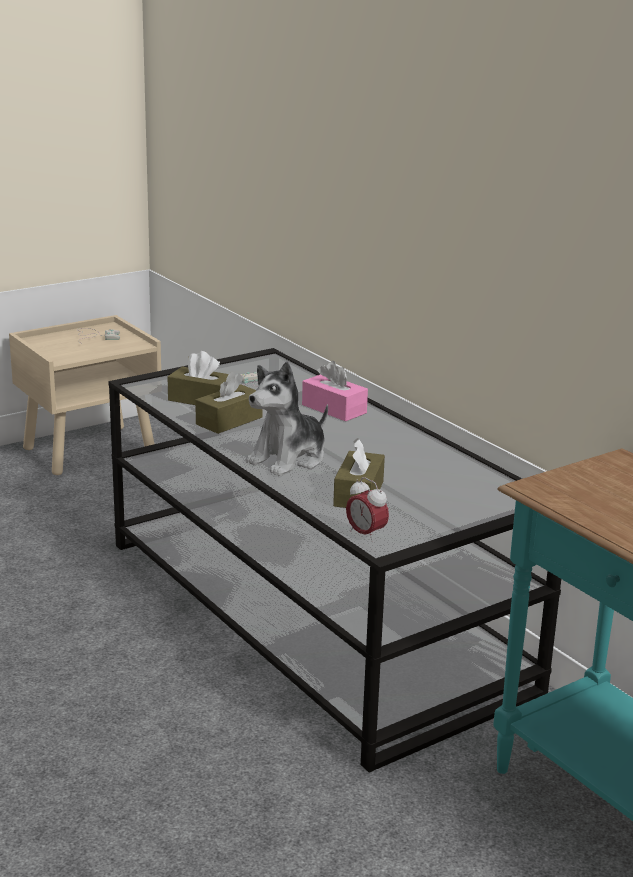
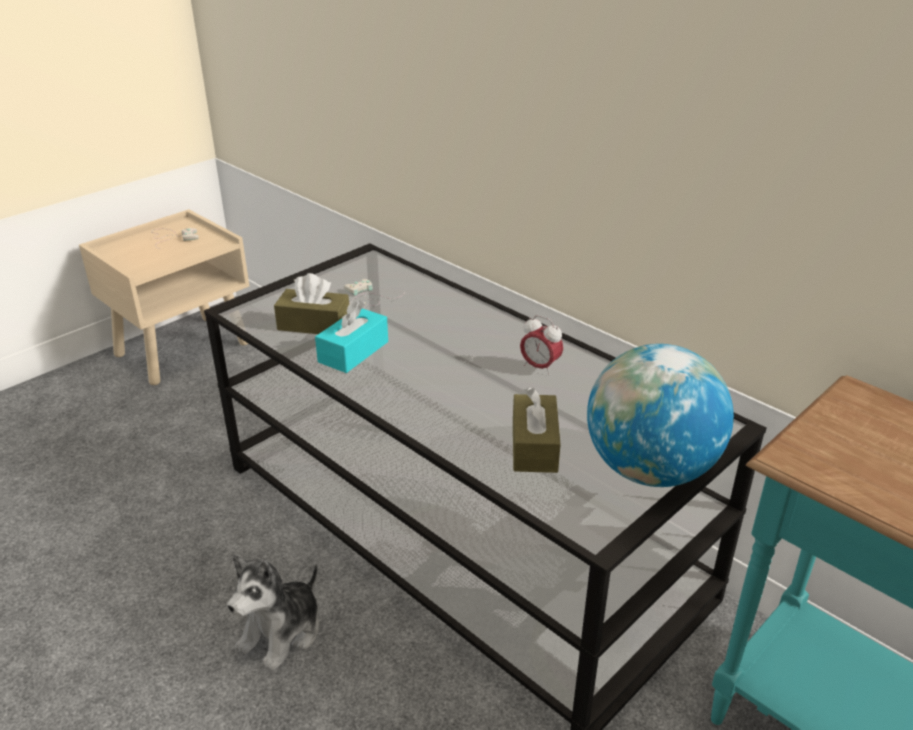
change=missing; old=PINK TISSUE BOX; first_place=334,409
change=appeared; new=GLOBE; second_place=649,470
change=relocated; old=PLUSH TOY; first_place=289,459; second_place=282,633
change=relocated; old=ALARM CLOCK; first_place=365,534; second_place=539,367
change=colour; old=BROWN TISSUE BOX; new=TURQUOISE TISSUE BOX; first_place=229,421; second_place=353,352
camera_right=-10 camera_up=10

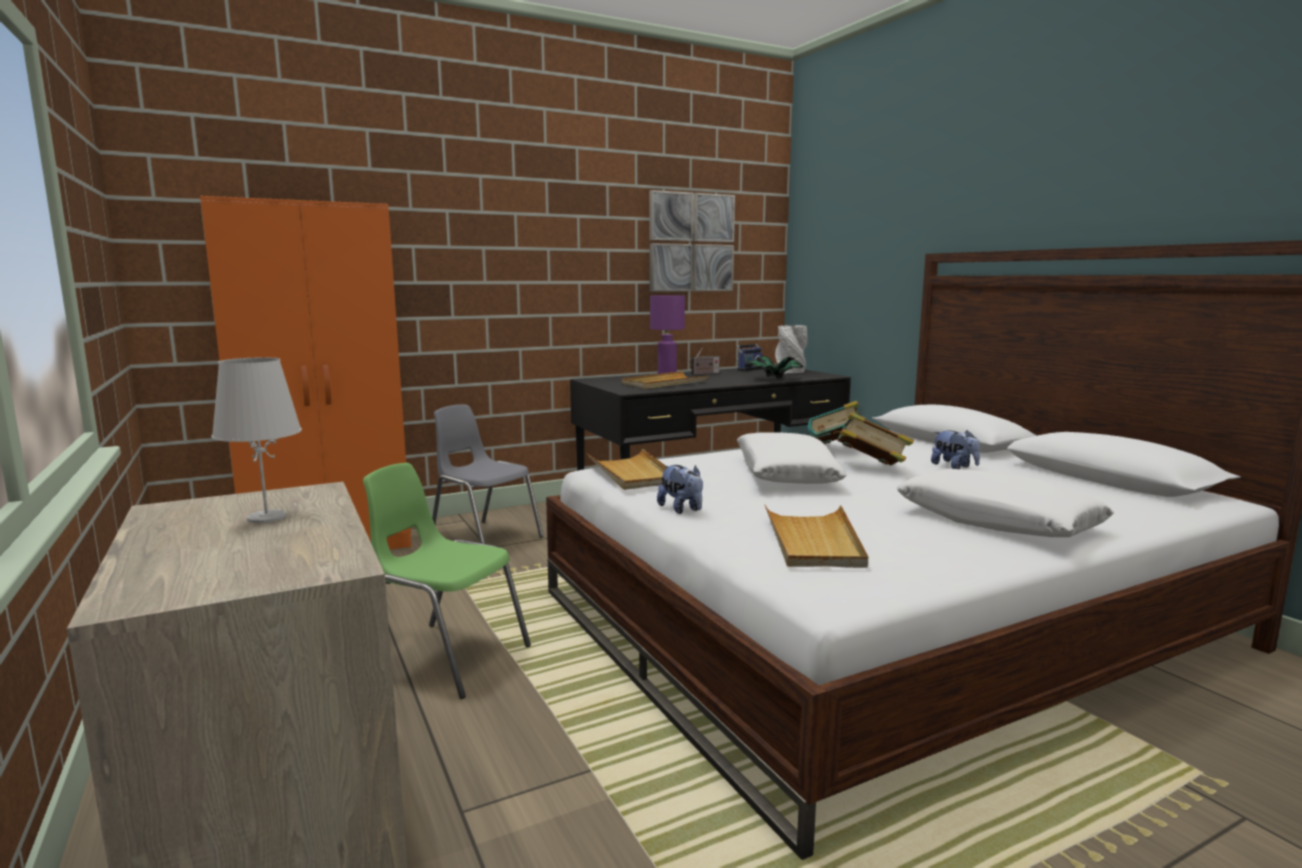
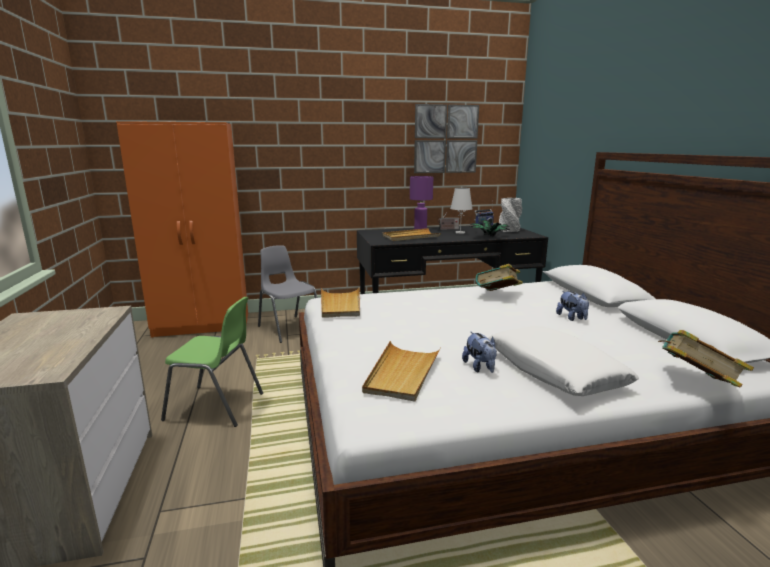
change=missing; old=WHITE PILLOW; first_place=785,473
change=relocated; old=WHITE TABLE LAMP; first_place=267,517; second_place=460,232
change=relocated; old=PLUSH TOY; first_place=682,509; second_place=480,368
change=relocated; old=BOOK; first_place=869,468; second_place=695,382
change=spun; old=GREEN CHAIR; first_place=445,656; second_place=216,406; degrees=150
camera_right=15 camera_up=5

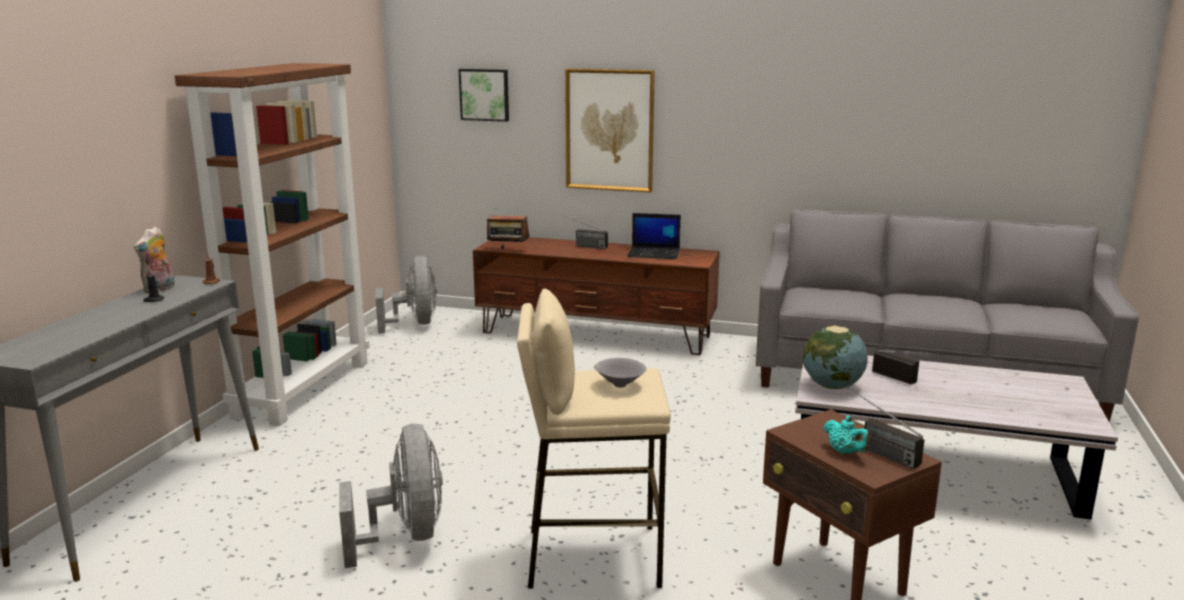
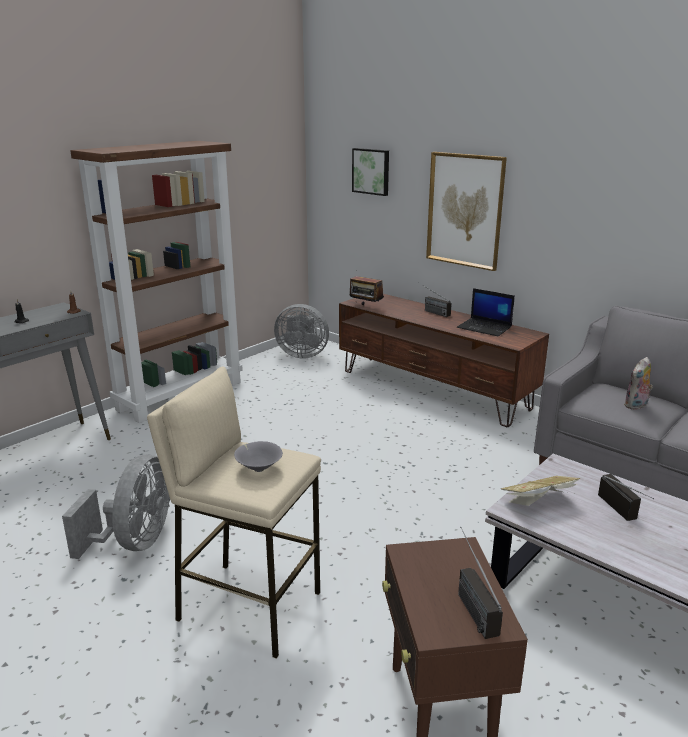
change=missing; old=TURQUOISE TEAPOT; first_place=845,452
change=relocated; old=PLUSH TOY; first_place=159,289; second_place=636,406
change=exchanged; old=GLOBE; new=BOOK; first_place=832,386; second_place=539,502
change=spun; old=GREY FAN; first_place=415,324; second_place=302,354; degrees=90
camera_right=25 camera_up=5

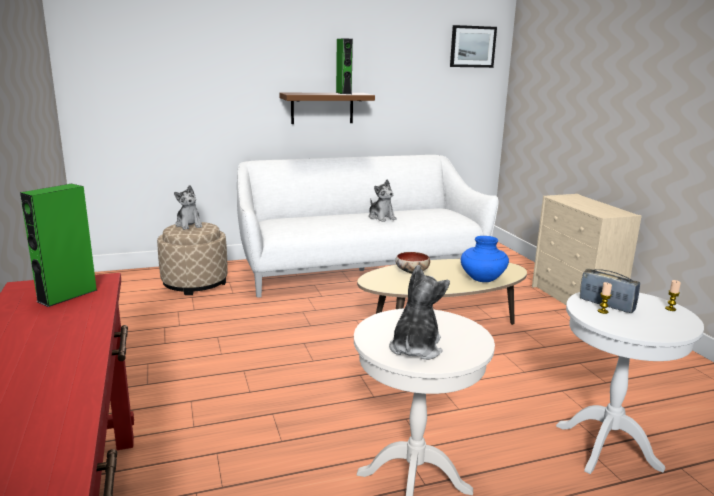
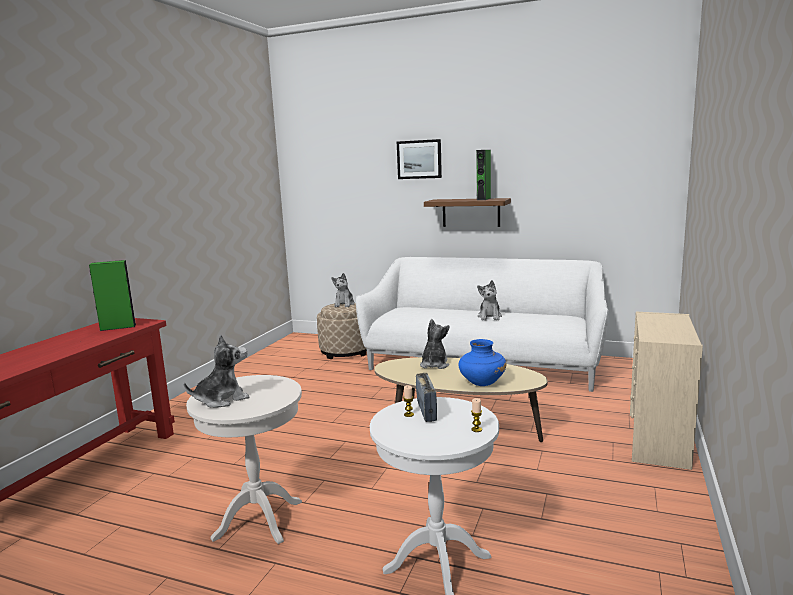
change=relocated; old=PICTURE; first_place=472,46; second_place=419,159
change=exchanged; old=BOWL; new=PLUSH TOY; first_place=411,272; second_place=434,365
camera_right=40 camera_up=-5

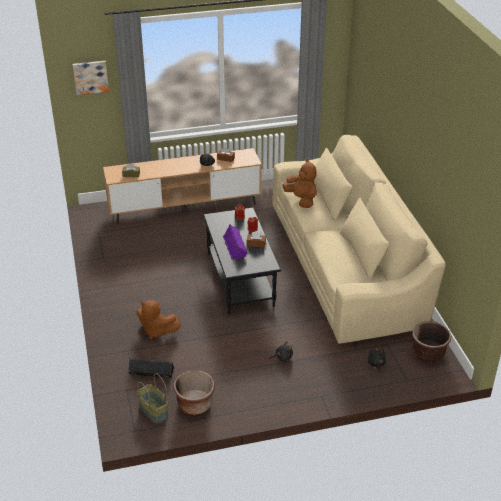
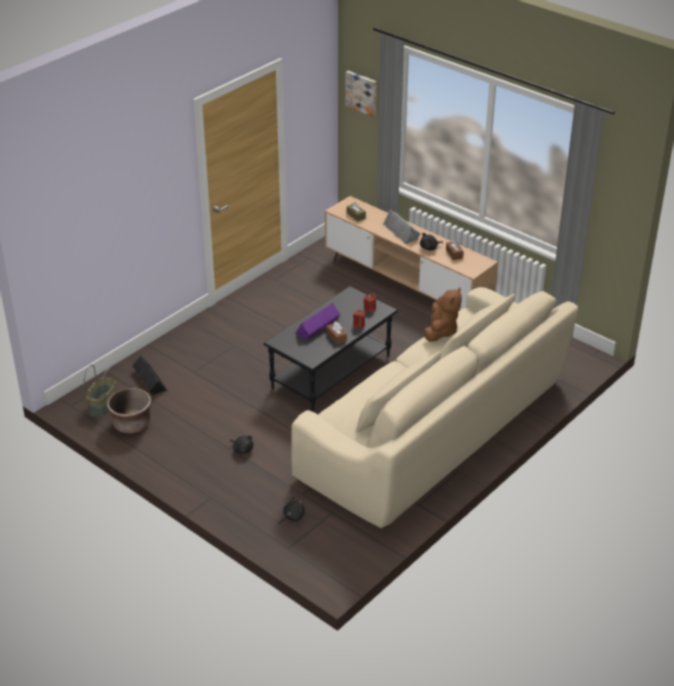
change=missing; old=BROWN PLUSH TOY; first_place=157,331
change=missing; old=BROWN PLANTER; first_place=428,353
change=appeared; new=GREY SPEAKER; second_place=402,231
camera_right=55 camera_up=0

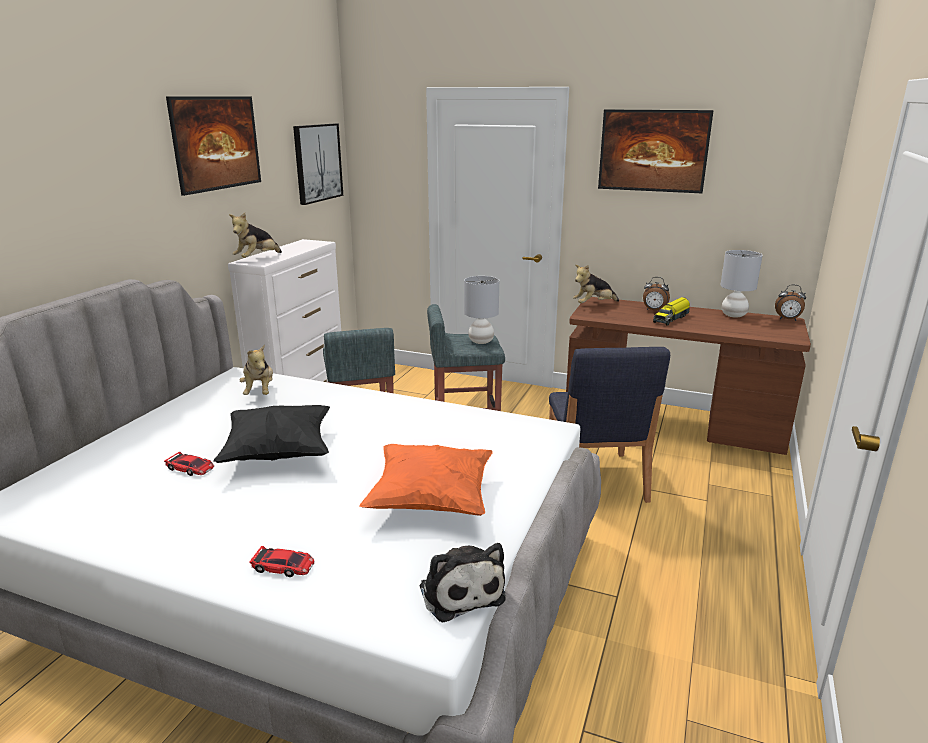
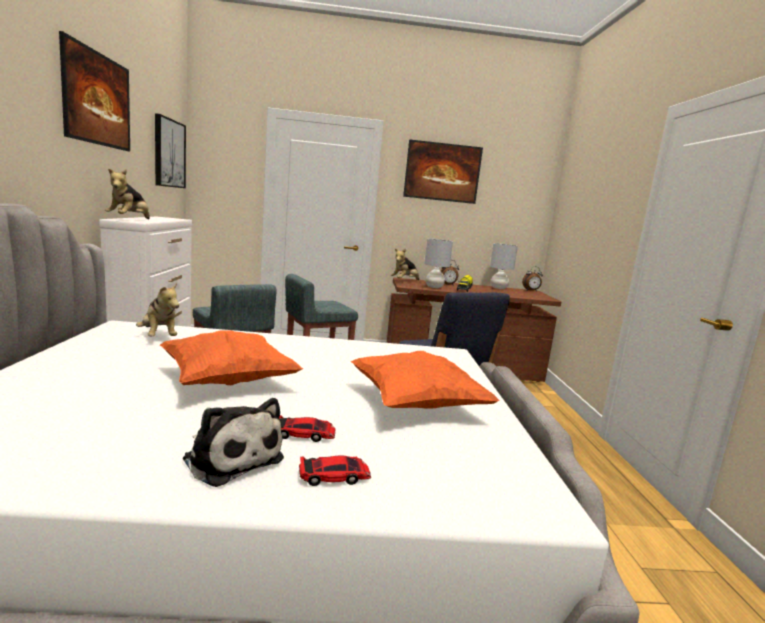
change=relocated; old=TOY CAR; first_place=190,468; second_place=304,434
change=relocated; old=PLUSH TOY; first_place=460,591; second_place=231,458
change=relocated; old=GREY TABLE LAMP; first_place=481,341; second_place=434,287
change=colour; old=BLACK PILLOW; new=ORANGE PILLOW; first_place=279,453; second_place=228,381
camera_right=-25 camera_up=-10

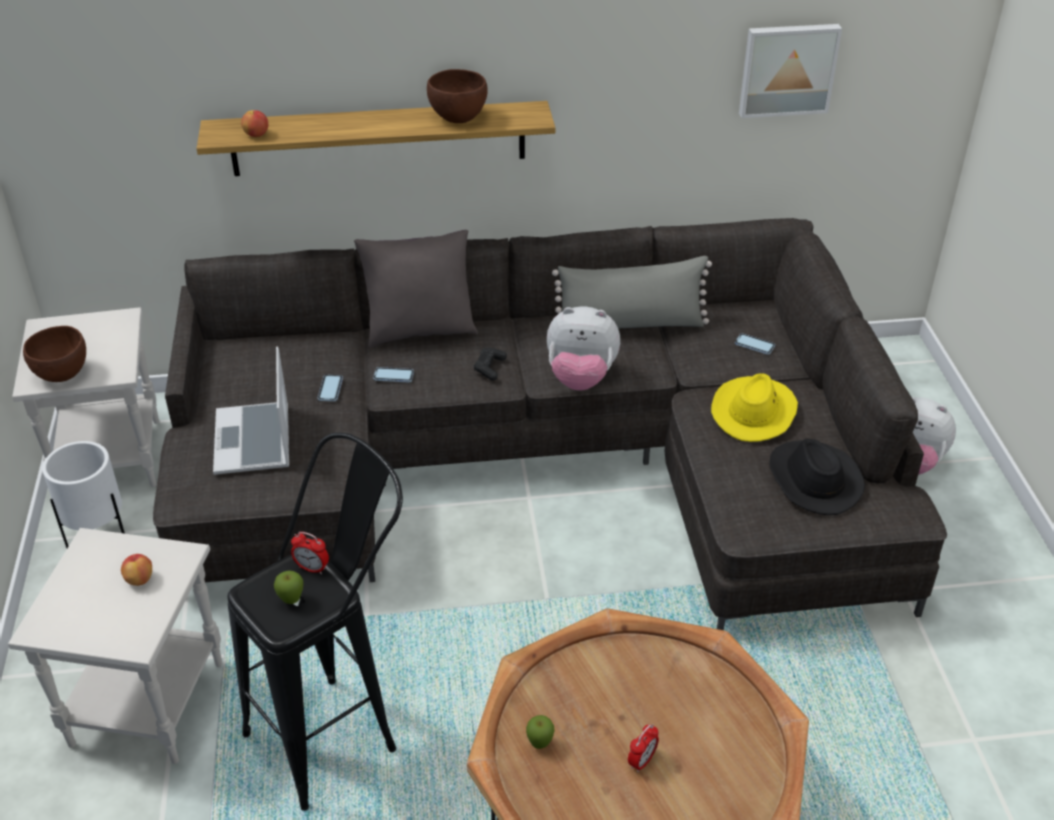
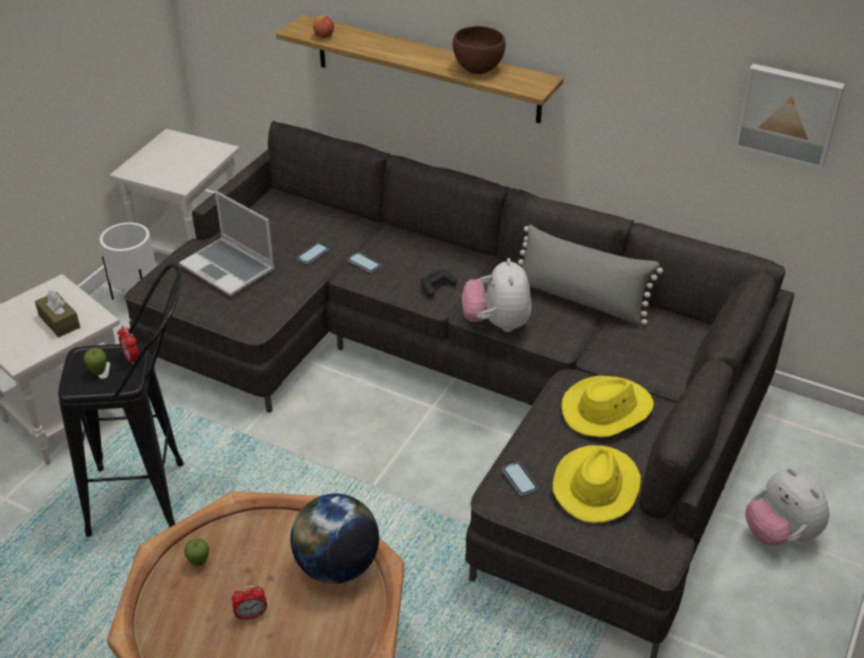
change=missing; old=BROWN BOWL; first_place=62,374
change=missing; old=GREY PILLOW; first_place=420,331
change=appeared; new=GLOBE; second_place=337,566
change=relocated; old=PHONE; first_place=754,345; second_place=519,479
change=exchanged; old=APPLE; new=BROWN TISSUE BOX; first_place=139,579; second_place=59,321
change=colour; old=BLACK HAT; new=YELLOW HAT; first_place=812,480; second_place=596,485
change=spun; old=LAPTOP; first_place=254,441; second_place=229,268; degrees=-75
change=spun; old=PLUSH TOY; first_place=581,378; second_place=497,323; degrees=45
camera_right=35 camera_up=0

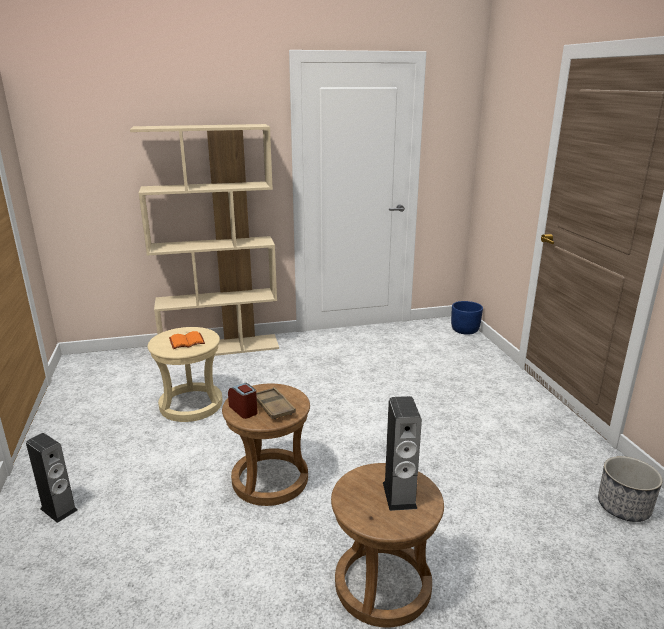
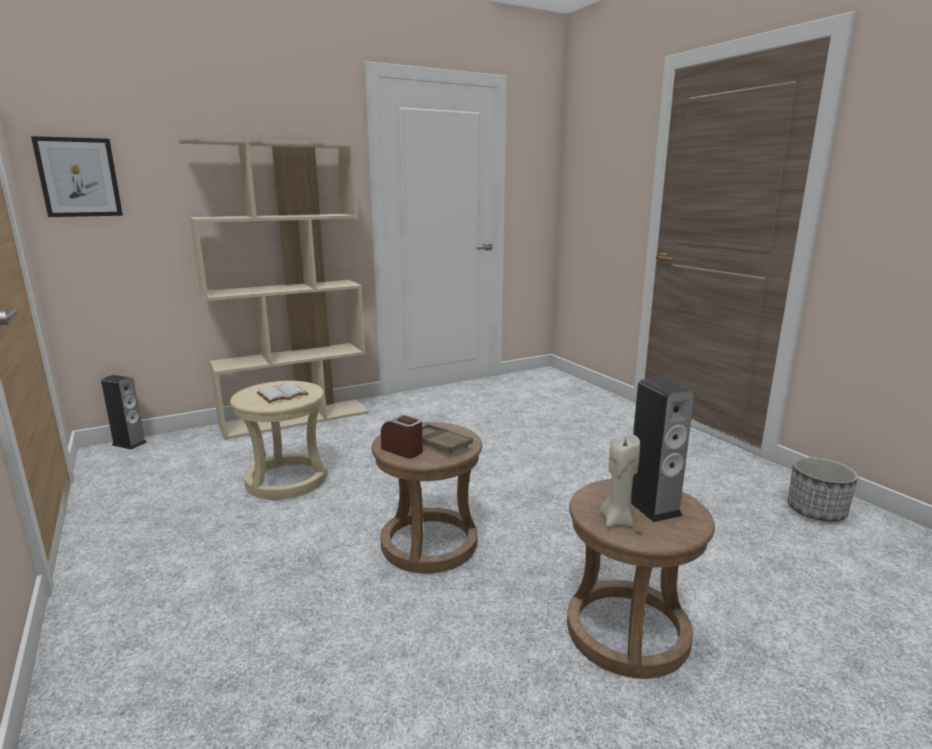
change=missing; old=BLUE PLANTER; first_place=465,330
change=appeared; new=PICTURE; second_place=79,177
change=appeared; new=BEIGE CANDLE; second_place=617,520
change=relocated; old=SPEAKER; first_place=59,509; second_place=129,443
change=colour; old=ORANGE BOOK; new=WHITE BOOK; first_place=186,342; second_place=282,395
camera_right=-15 camera_up=-5

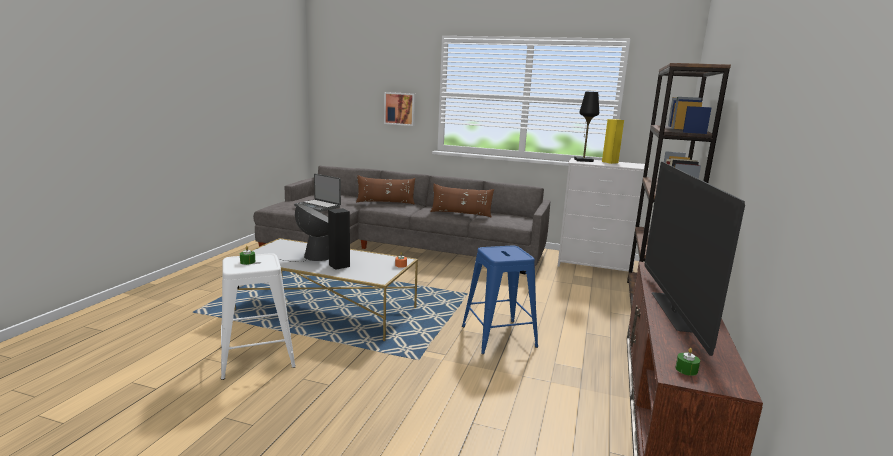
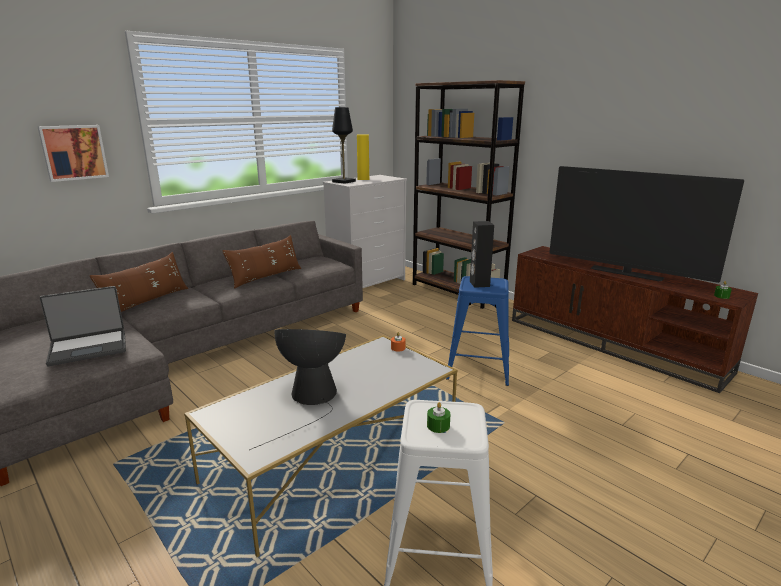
change=relocated; old=BLACK SPEAKER; first_place=339,266; second_place=479,284
camera_right=-60 camera_up=5

